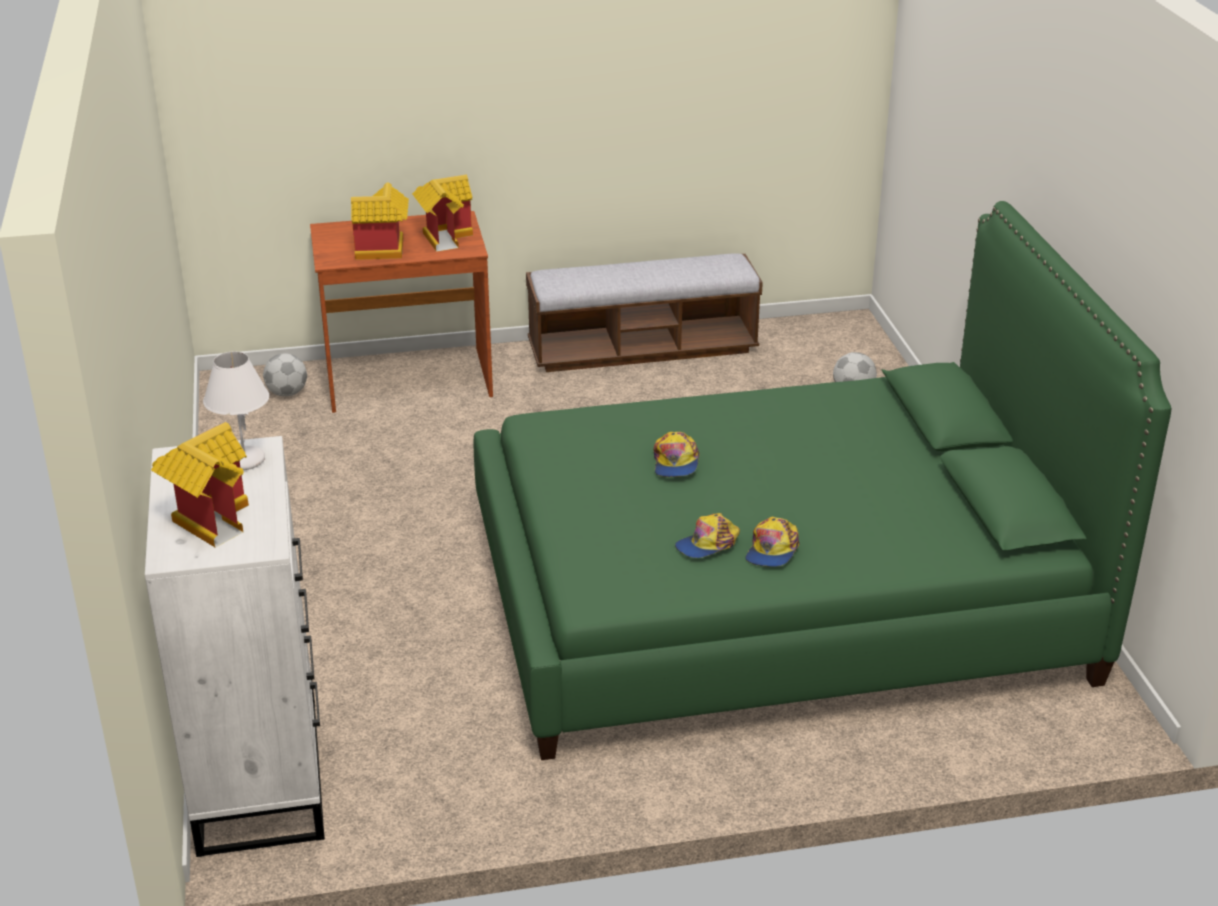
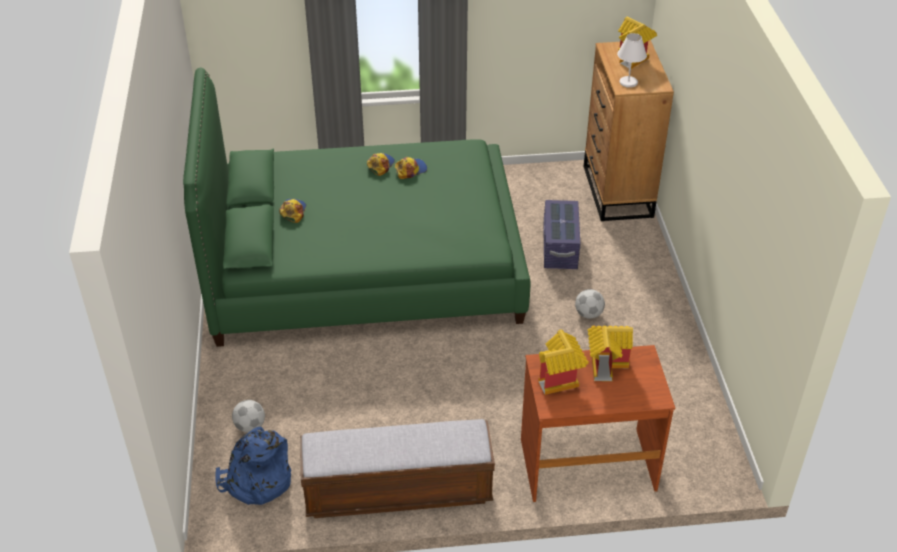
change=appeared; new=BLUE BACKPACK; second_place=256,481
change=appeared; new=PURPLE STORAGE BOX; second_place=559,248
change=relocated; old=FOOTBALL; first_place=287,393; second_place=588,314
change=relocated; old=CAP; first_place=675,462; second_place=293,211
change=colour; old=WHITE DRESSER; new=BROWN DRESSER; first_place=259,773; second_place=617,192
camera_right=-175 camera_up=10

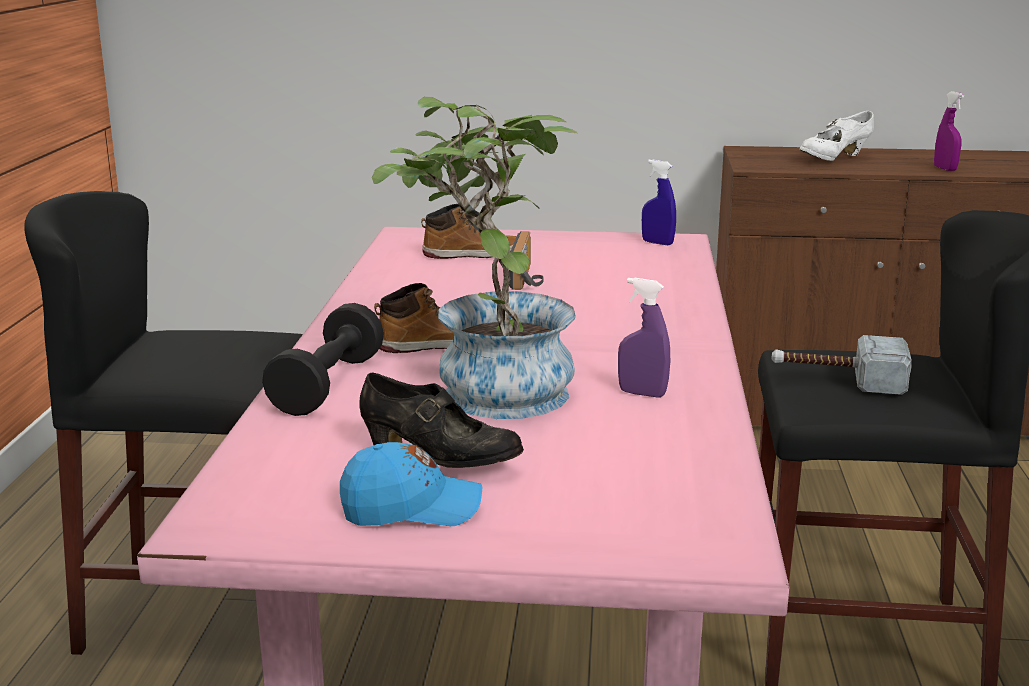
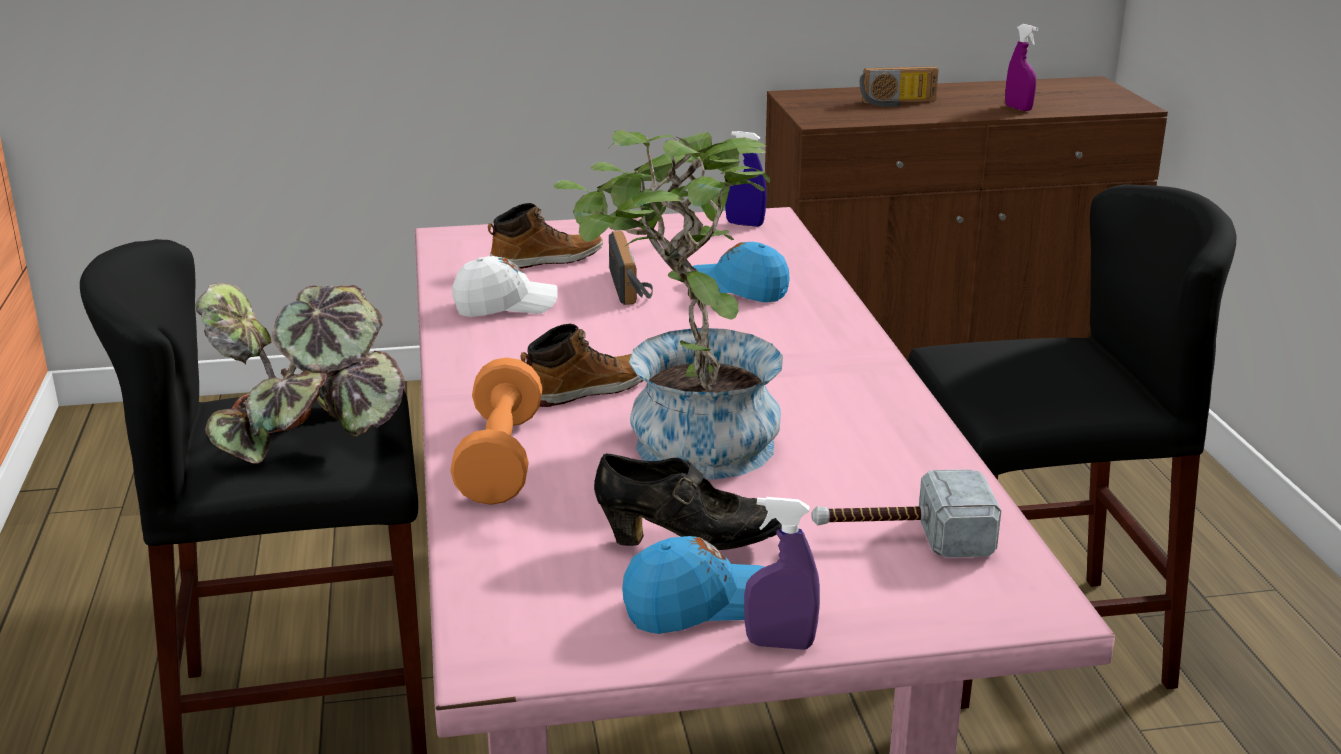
change=appeared; new=POTTED PLANT; second_place=309,432
change=appeared; new=WHITE CAP; second_place=505,305
change=appeared; new=BLUE CAP; second_place=739,289
change=relocated; old=PURPLE SPRAY BOTTLE; first_place=642,393; second_place=780,644
change=relocated; old=HAMMER; first_place=838,380; second_place=901,537
change=exchanged; old=WHITE SHOE; new=RADIO; first_place=834,159; second_place=898,103
change=colour; old=BLACK DUMBBELL; new=ORANGE DUMBBELL; first_place=328,385; second_place=500,459
camera_right=-15 camera_up=5

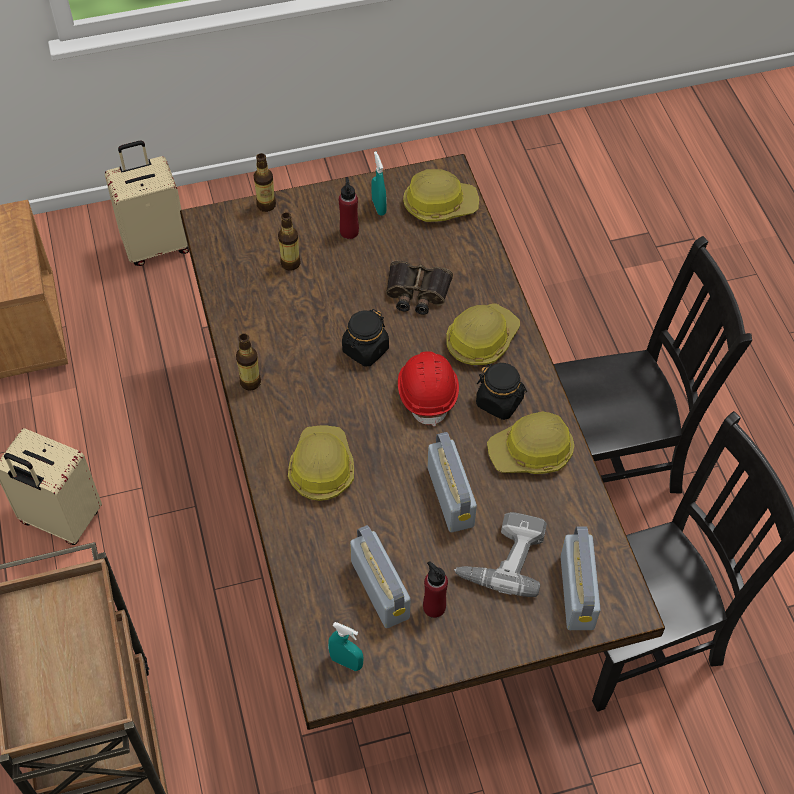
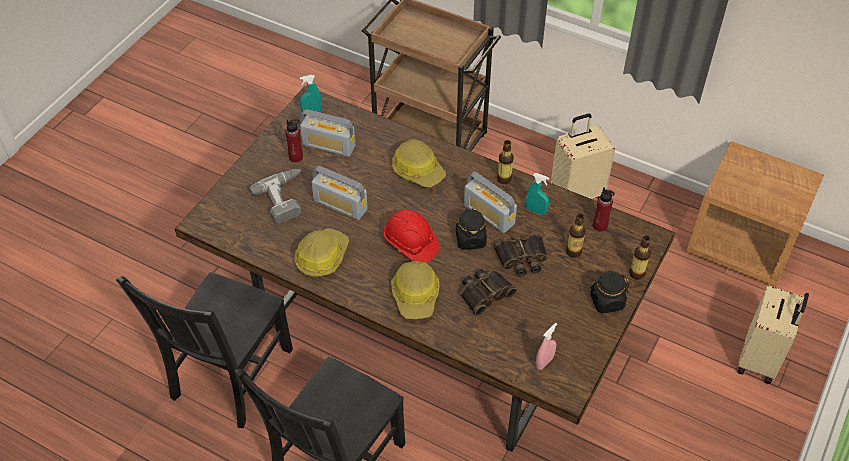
change=appeared; new=BINOCULARS; second_place=522,259
change=relocated; old=RED BOTTLE; first_place=349,231; second_place=600,226
change=relocated; old=TURQUOISE SPRAY BOTTLE; first_place=379,207; second_place=536,210
change=relocated; old=BLACK JAR; first_place=499,402; second_place=606,301
change=relocated; old=RADIO; first_place=577,592; second_place=489,214
change=exchanged; old=HARD HAT; new=PINK SPRAY BOTTLE; first_place=439,204; second_place=544,362
camera_right=135 camera_up=-5

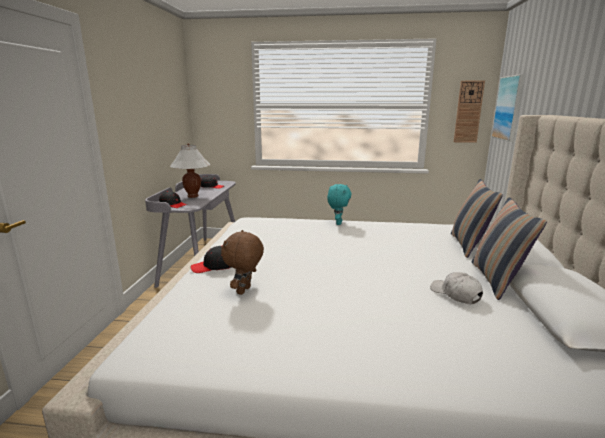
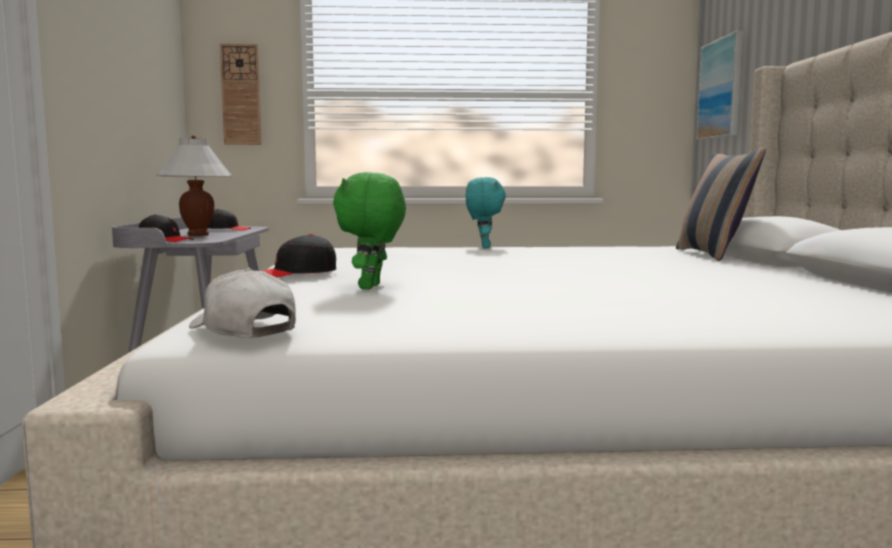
change=missing; old=PILLOW; first_place=496,280
change=relocated; old=WHITE CAP; first_place=455,294; second_place=243,330
change=relocated; old=WALL CLOCK; first_place=468,112; second_place=241,95
change=colour; old=BROWN PLUSH TOY; new=GREEN PLUSH TOY; first_place=245,291; second_place=372,287
camera_right=-10 camera_up=-10

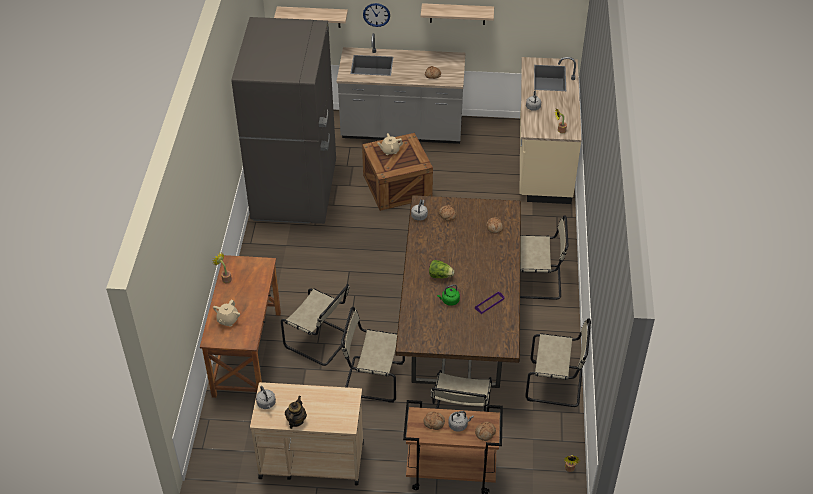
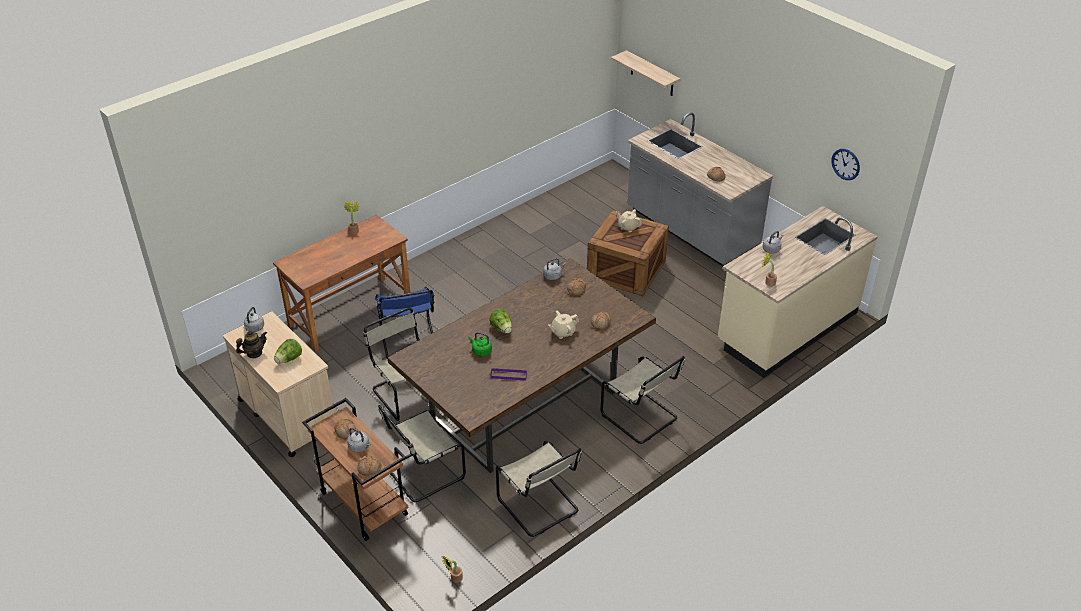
change=missing; old=GREY FRIDGE; first_place=295,192
change=missing; old=SHELF; first_place=457,14
change=appeared; new=LETTUCE; second_place=289,359
change=relocated; old=BEIGE TEAPOT; first_place=228,320; second_place=563,332
change=relocated; old=WALL CLOCK; first_place=376,14; second_place=845,164
change=colour; old=BEIGE CHAIR; new=BLUE CHAIR; first_place=320,341; second_place=409,341
camera_right=45 camera_up=-5

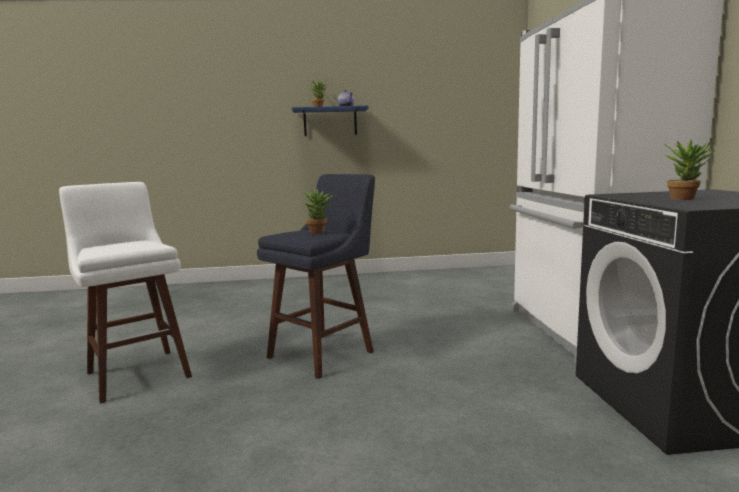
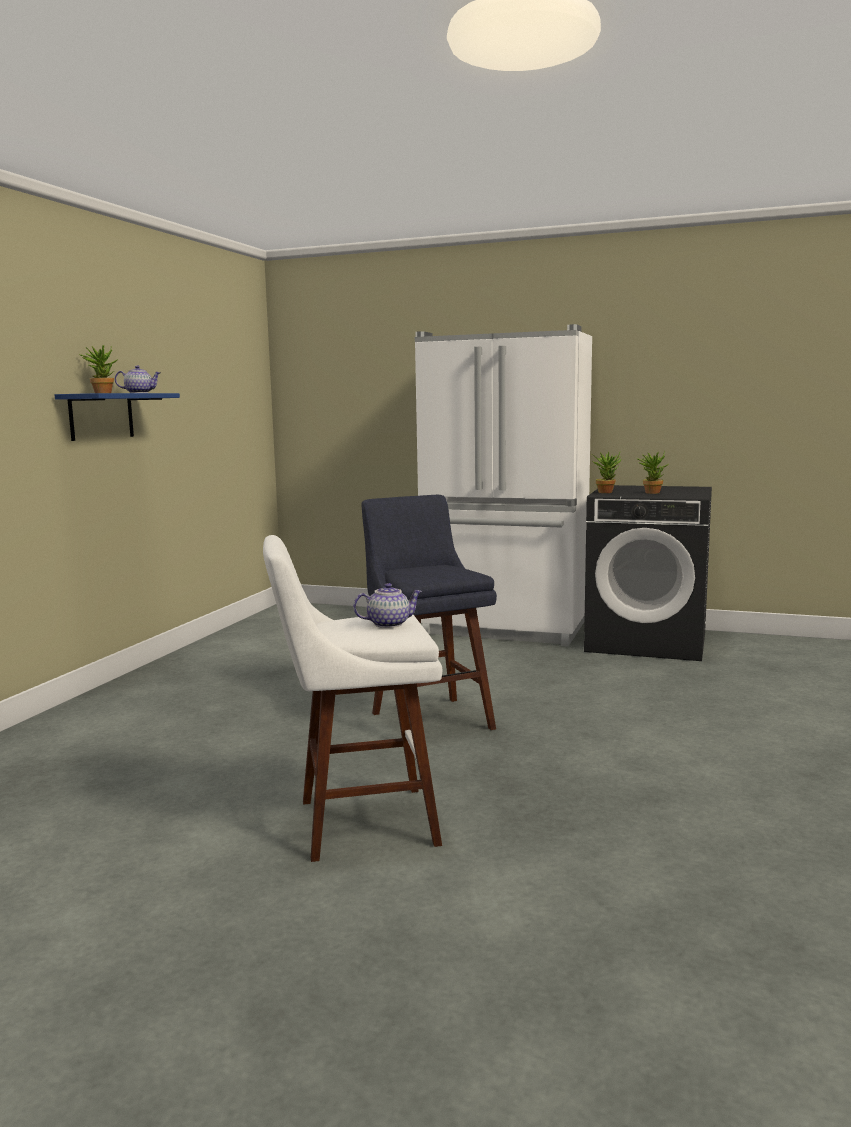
change=appeared; new=TEAPOT; second_place=388,624
change=relocated; old=POTTED PLANT; first_place=320,232; second_place=606,492
camera_right=-65 camera_up=0

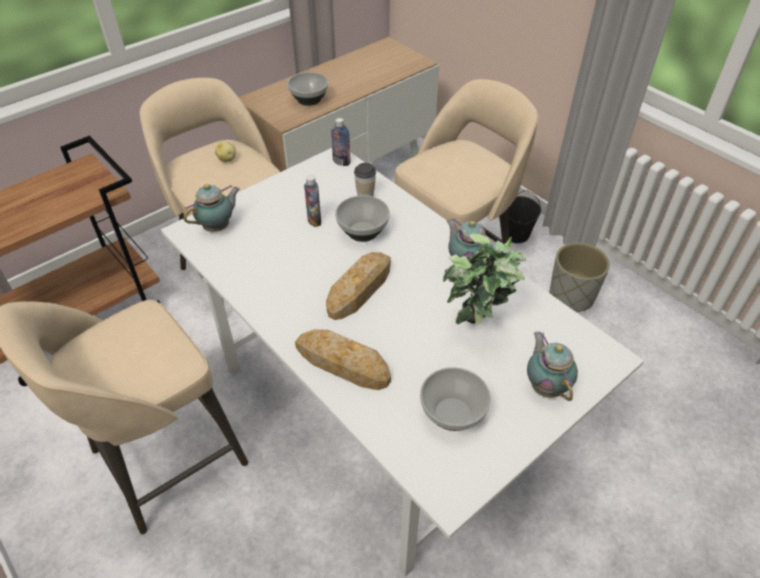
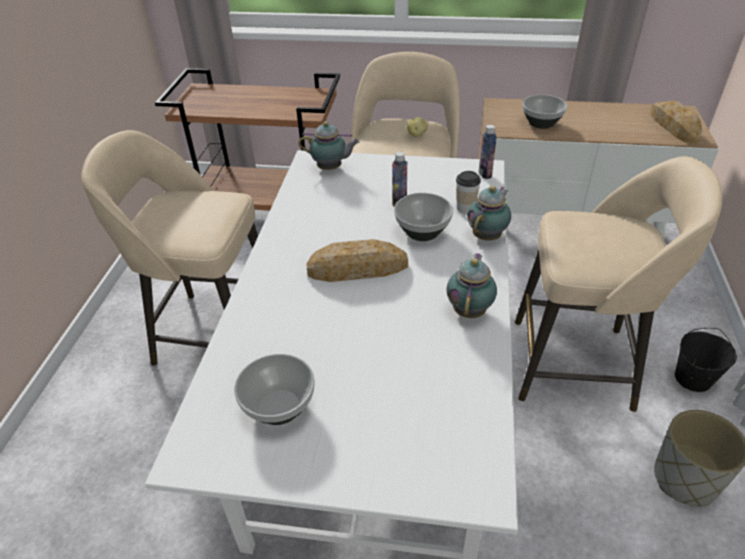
change=missing; old=POTTED PLANT; first_place=475,329
change=relocated; old=BREAD; first_place=343,363; second_place=673,126
change=relocated; old=TEAPOT; first_place=545,386; second_place=487,236
camera_right=50 camera_up=-5

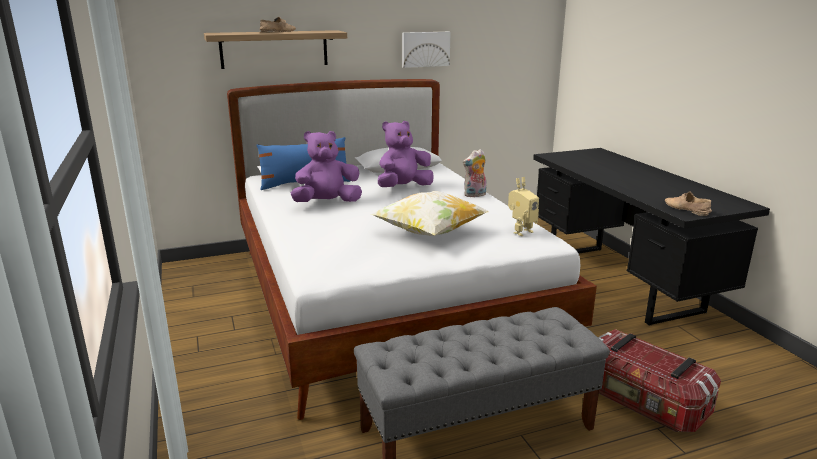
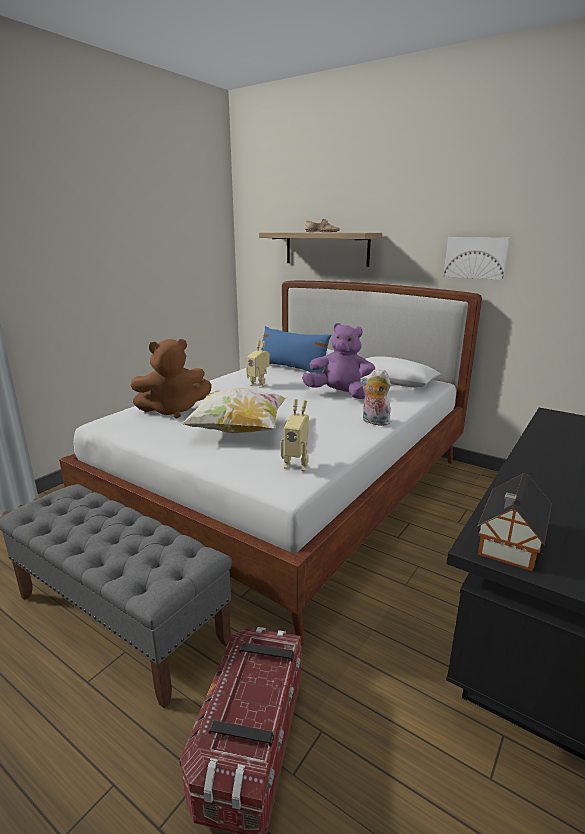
change=appeared; new=BROWN PLUSH TOY; second_place=173,410
change=exchanged; old=PURPLE PLUSH TOY; new=TOY ROBOT; first_place=327,203; second_place=259,385
change=exchanged; old=BEIGE SHOE; new=TOY HOUSE; first_place=686,209; second_place=508,544
camera_right=55 camera_up=0

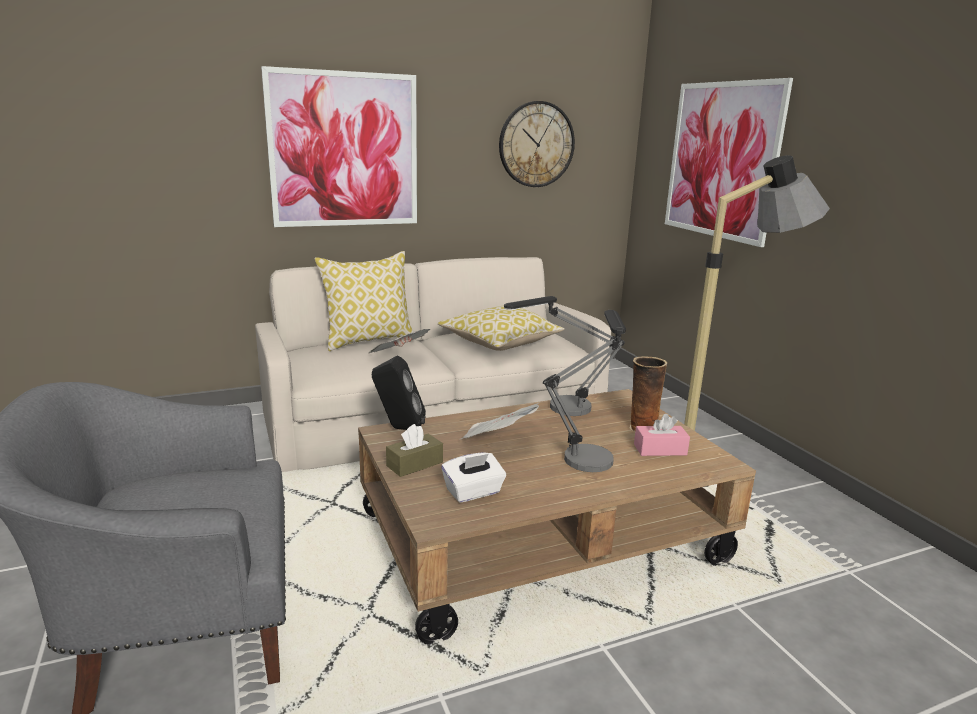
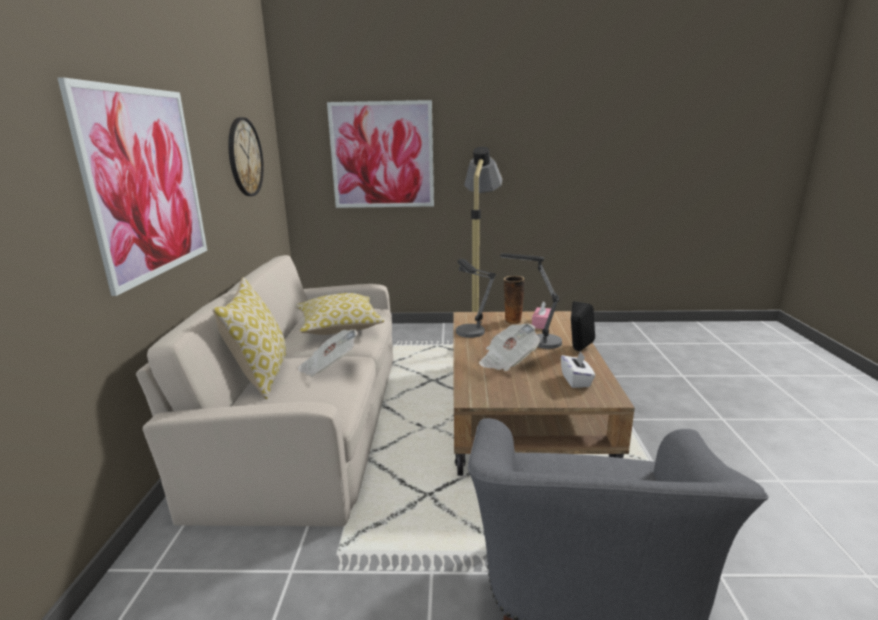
change=missing; old=BROWN TISSUE BOX; first_place=414,464
change=relocated; old=BLACK SPEAKER; first_place=398,428; second_place=578,350
camera_right=-65 camera_up=0

